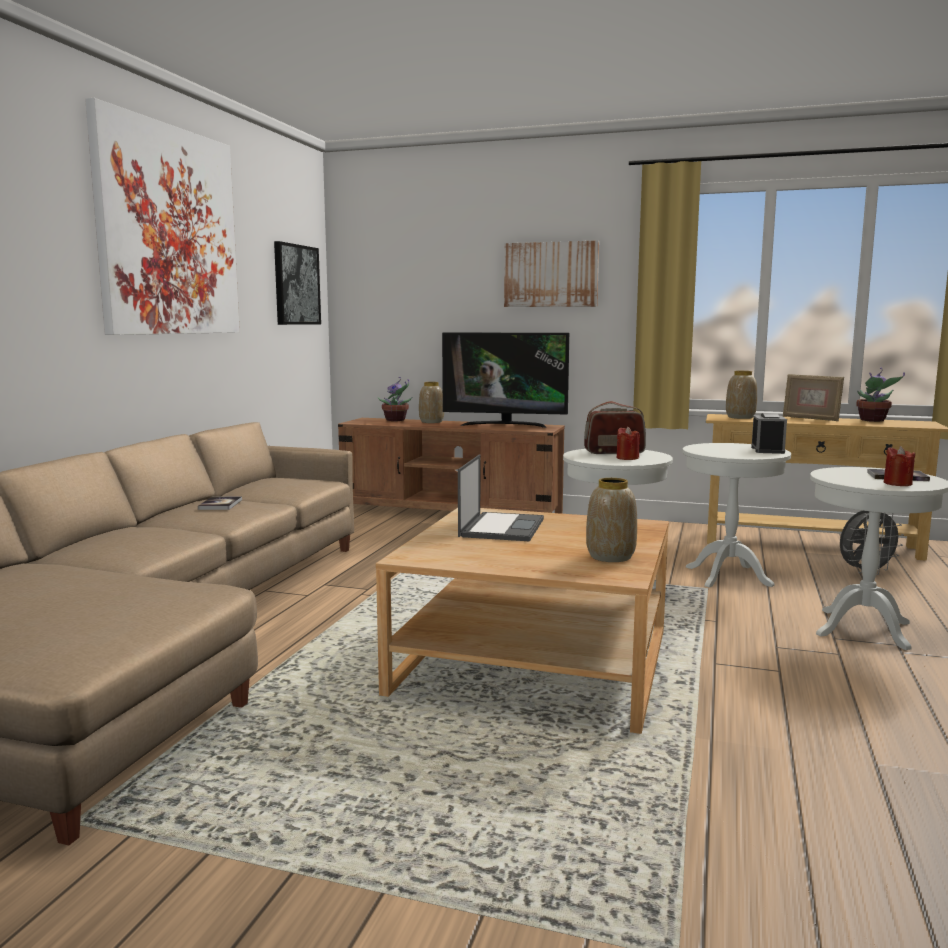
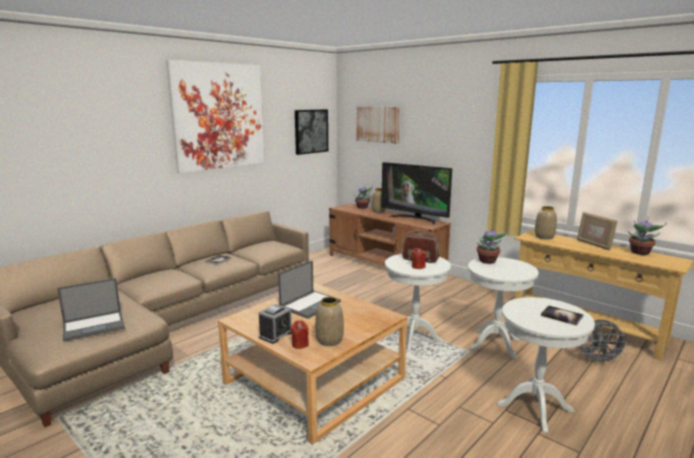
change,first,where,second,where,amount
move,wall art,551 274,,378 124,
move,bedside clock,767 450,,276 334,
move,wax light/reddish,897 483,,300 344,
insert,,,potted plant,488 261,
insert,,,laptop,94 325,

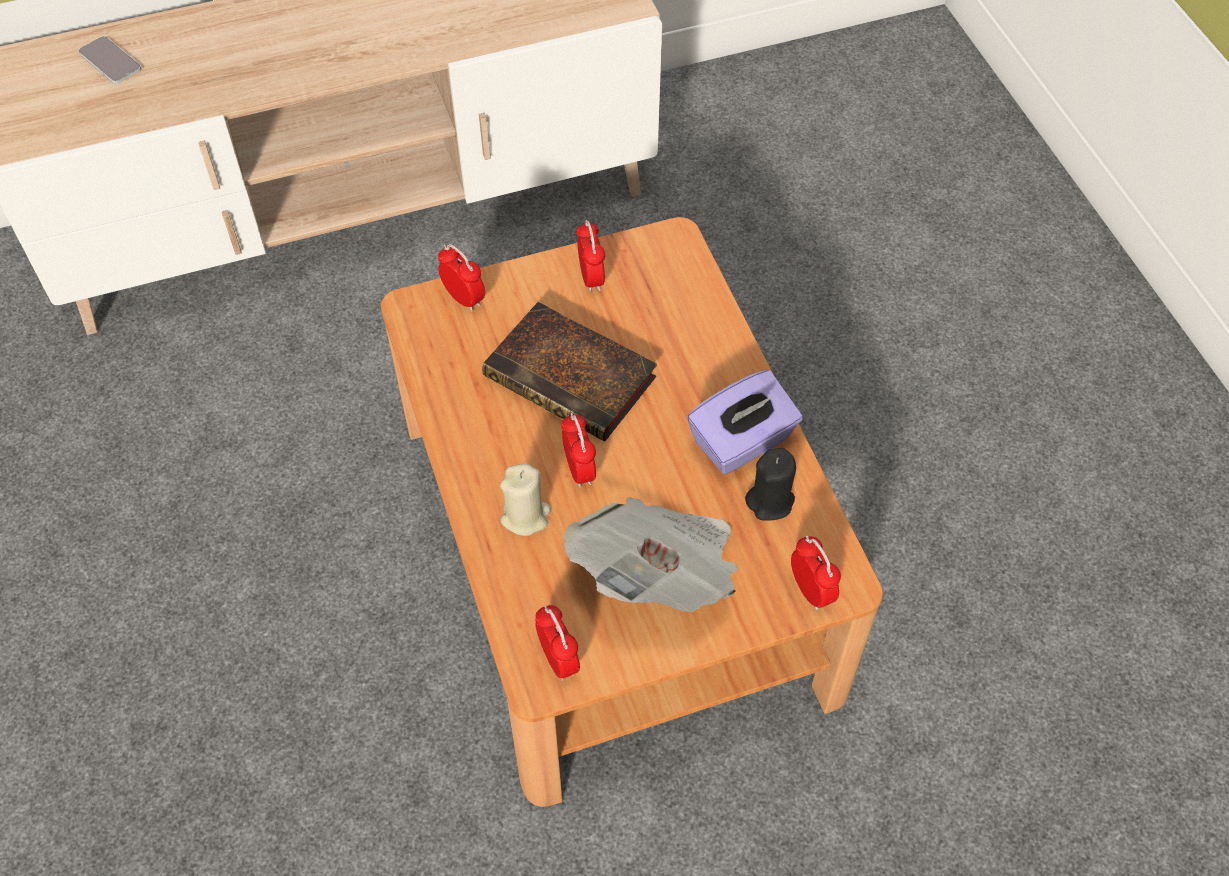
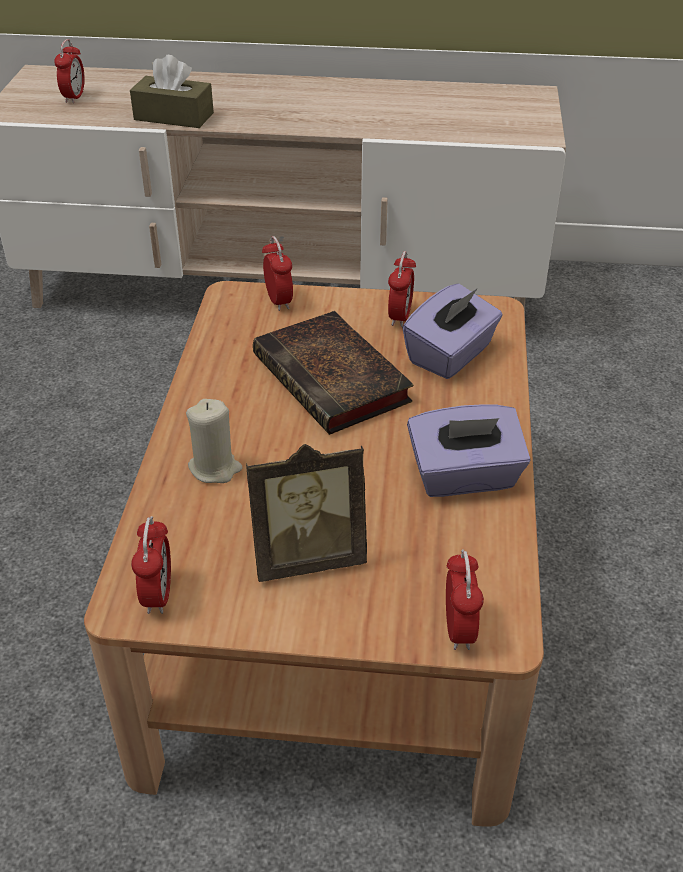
change,first,where,second,where,amount
delete,phone,110 61,,,
move,bedside clock,579 470,,74 97,
delete,wax light/black,770 501,,,
replace,daily paper,658 574,picture frame,308 557,
insert,,,tissue holder/brown-coloured,174 116,
insert,,,tissue holder/purple,451 355,

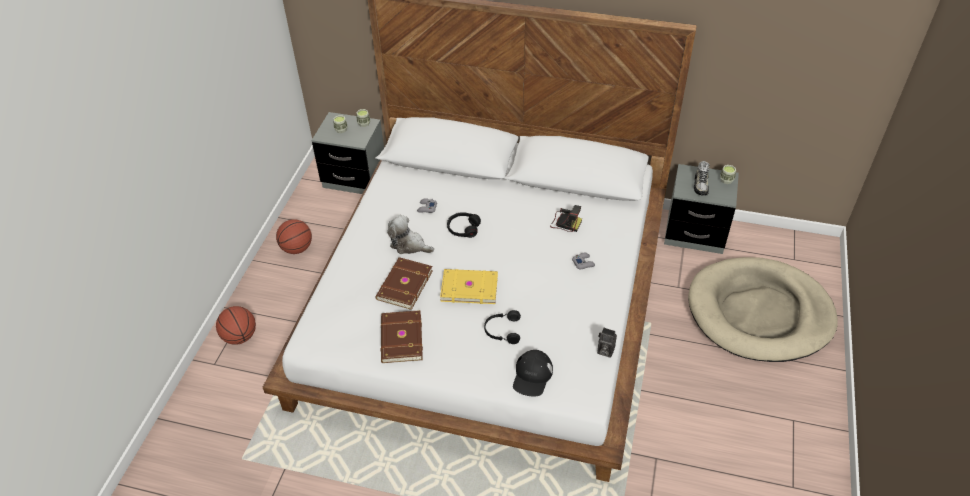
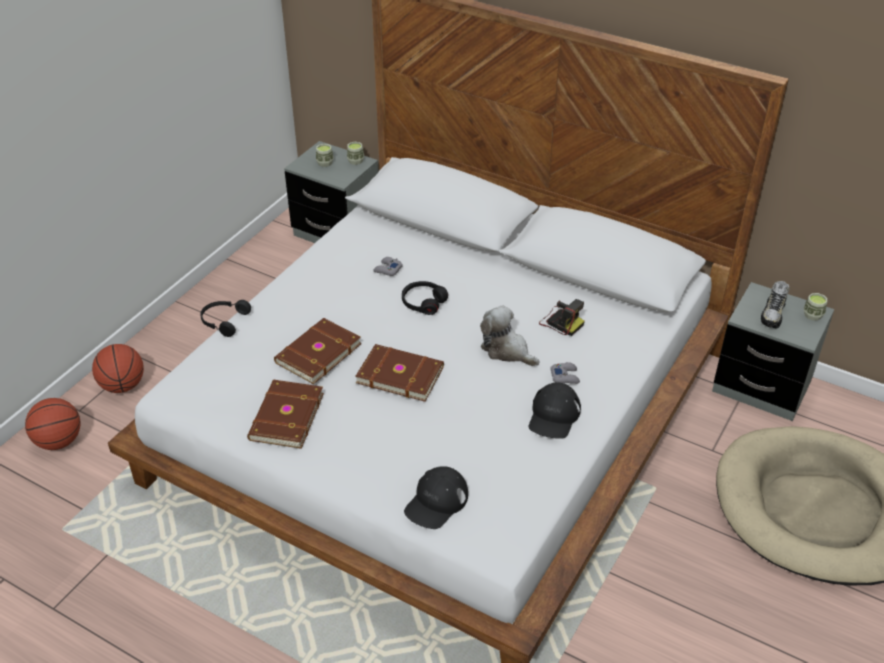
change,first,where,second,where,amount
move,plush toy,409 245,,507 350,
move,basketball ball,297 248,,59 441,
recolor,bound book/yellow-coloured,469 287,bound book/brown-coloured,400 374,
move,headphones/black,502 330,,223 321,
delete,photo camera,604 351,,,
insert,,,cap/black,554 416,

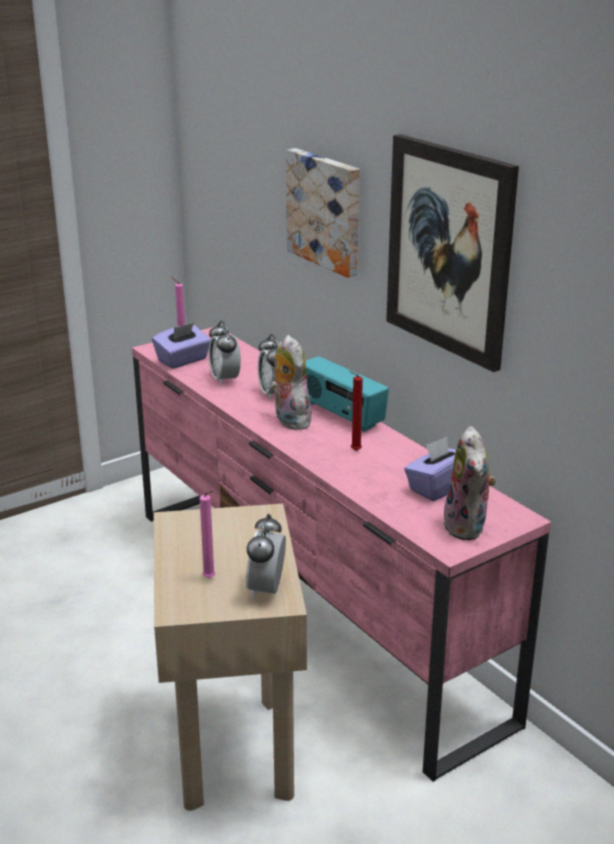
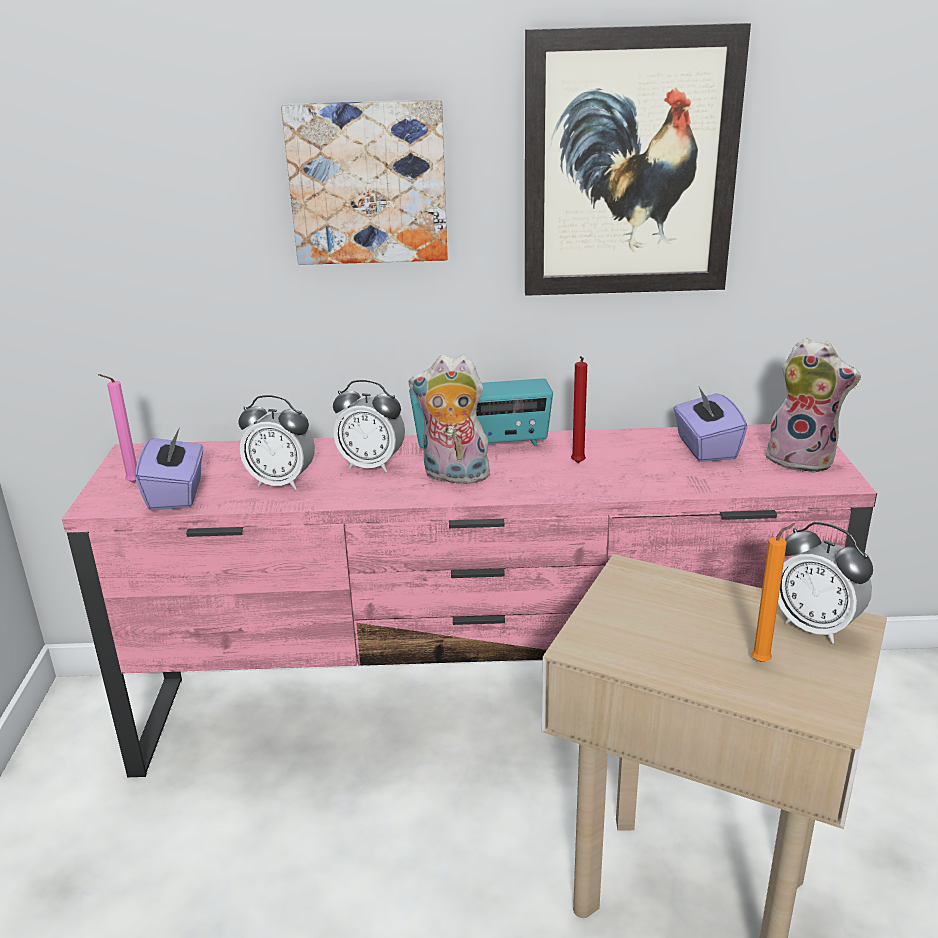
change,first,where,second,where,amount
recolor,wax light/pink,210 579,wax light/orange-coloured,763 661,

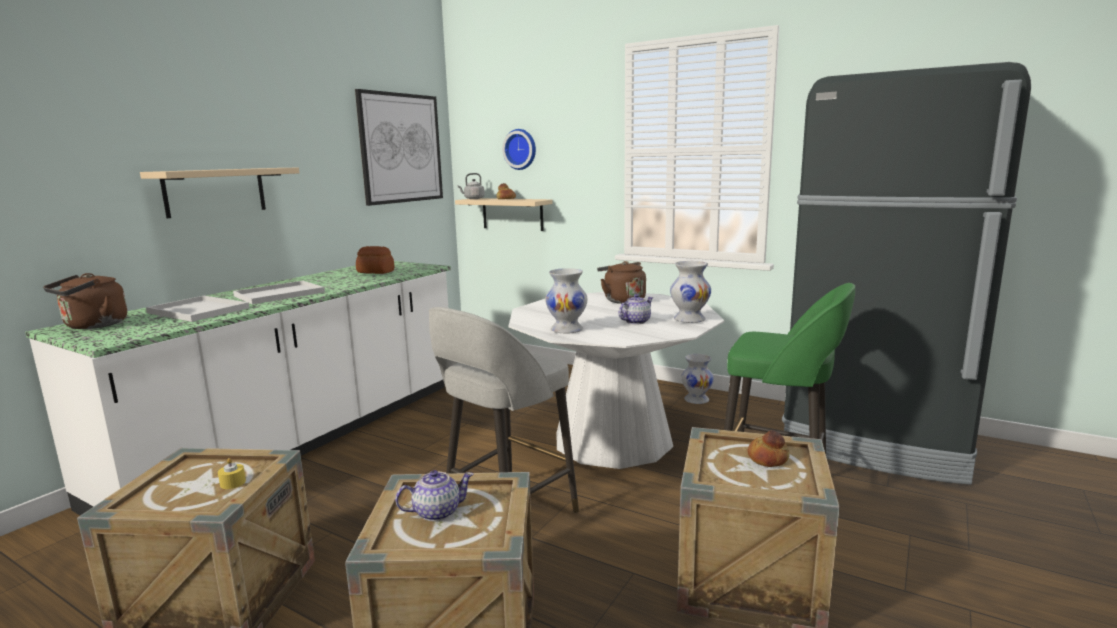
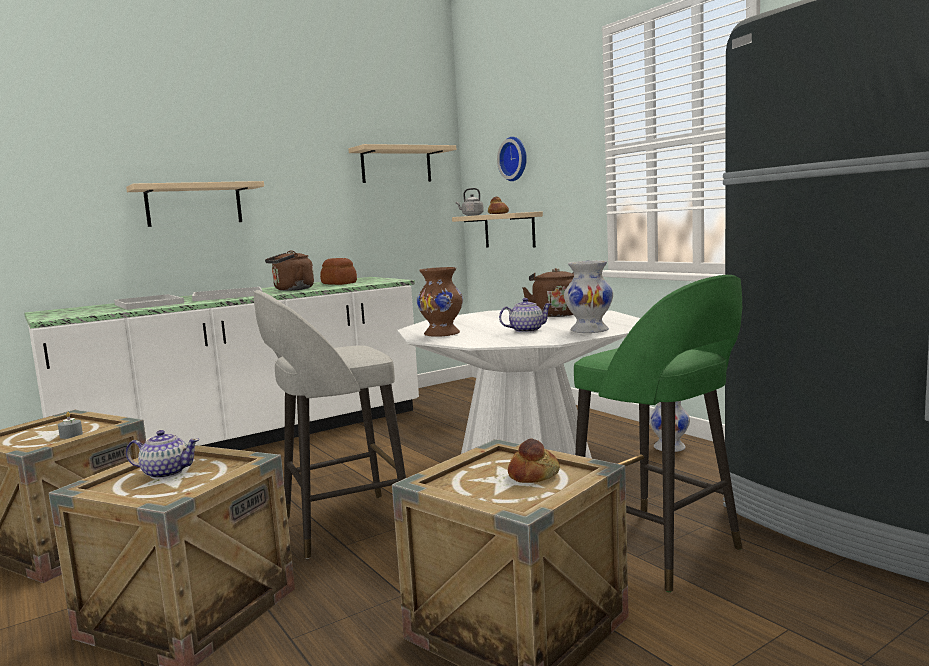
change,first,where,second,where,amount
replace,wall art,401 148,wall shelf/beige-coloured,396 165,
recolor,decorative vase/white-coloured,566 330,decorative vase/brown-coloured,441 334,
move,kettle/brown-coloured,93 326,,291 290,
recolor,wax light/yellow-coloured,233 483,wax light/greyish,71 435,

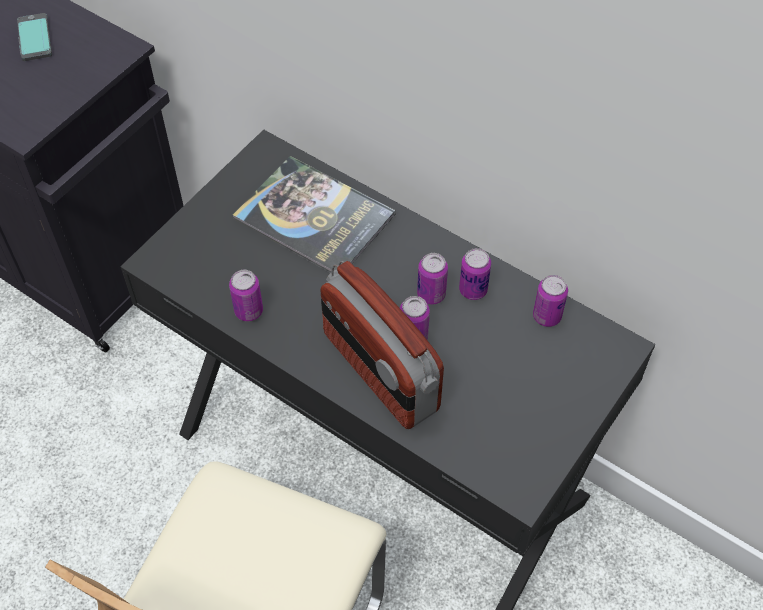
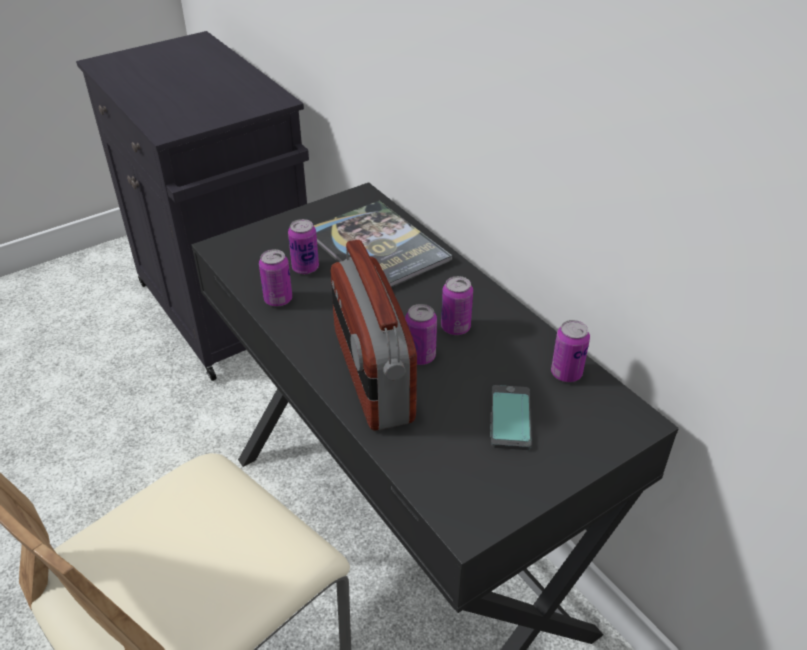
change,first,where,second,where,amount
move,phone,34 38,,510 418,
move,sealed can,473 290,,305 268,

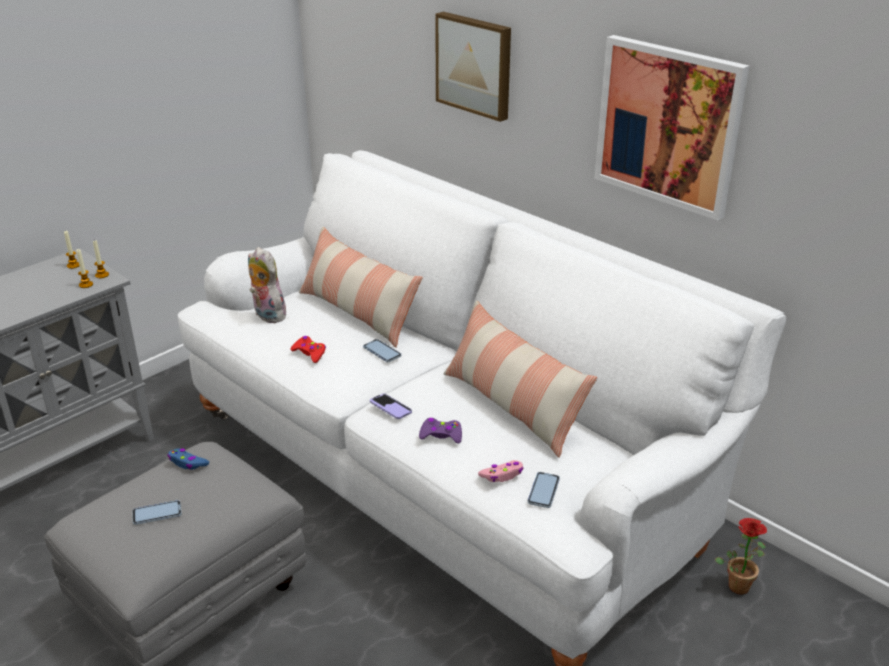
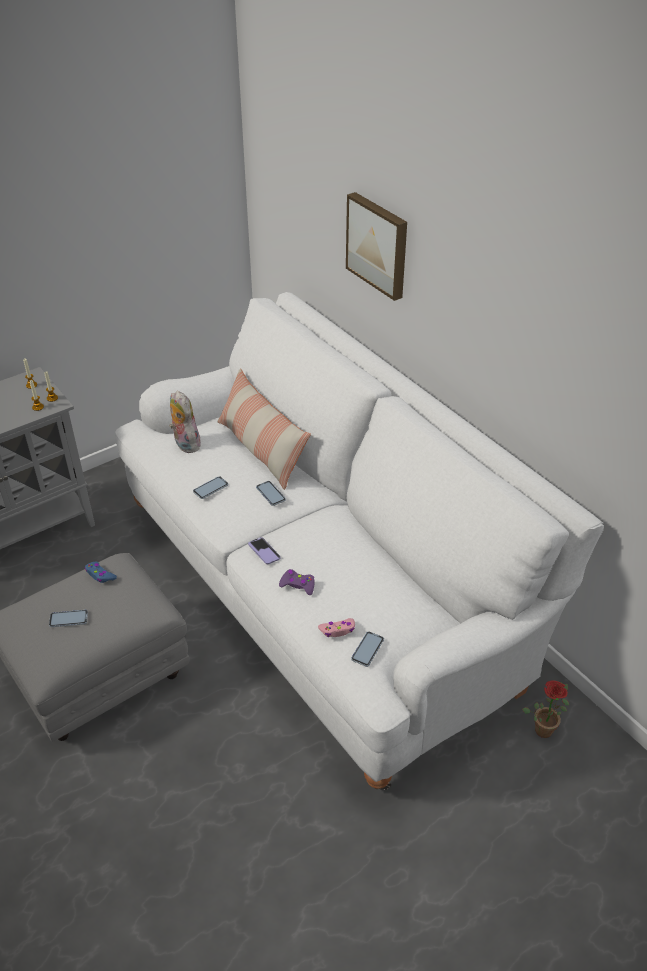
change,first,where,second,where,amount
delete,wall art,668 125,,,
delete,throw pillow,512 406,,,
replace,game controller/reddish,309 353,phone,210 488,

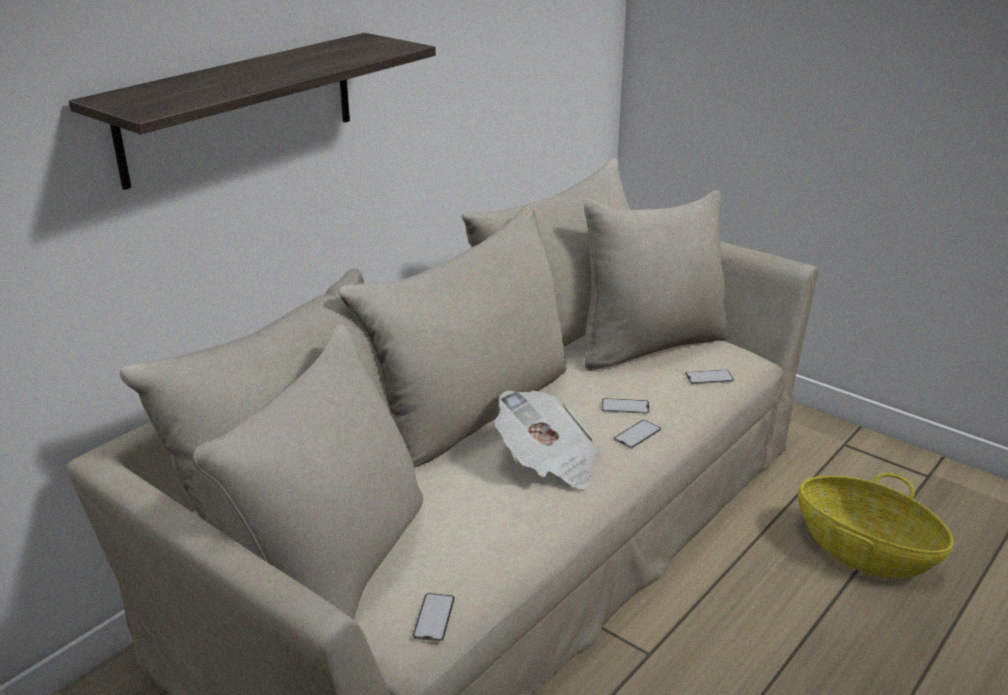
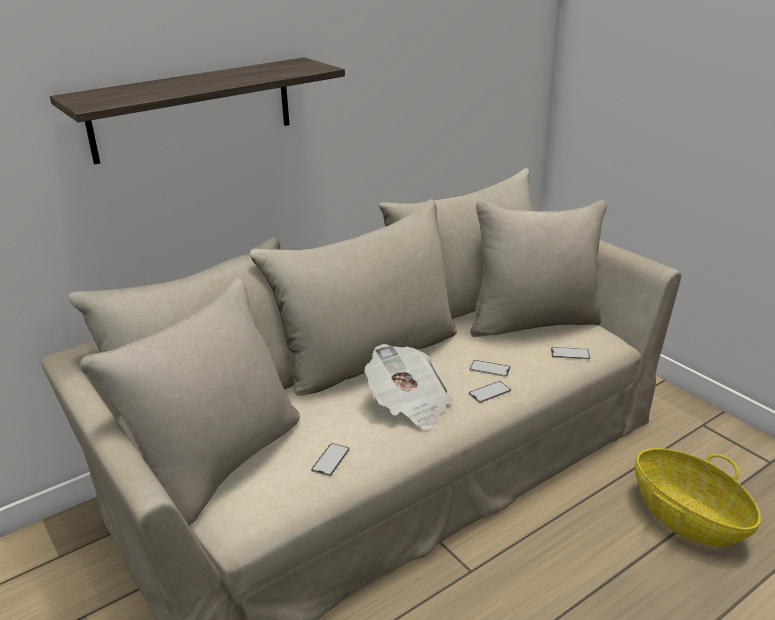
change,first,where,second,where,amount
move,phone,434 617,,330 459,

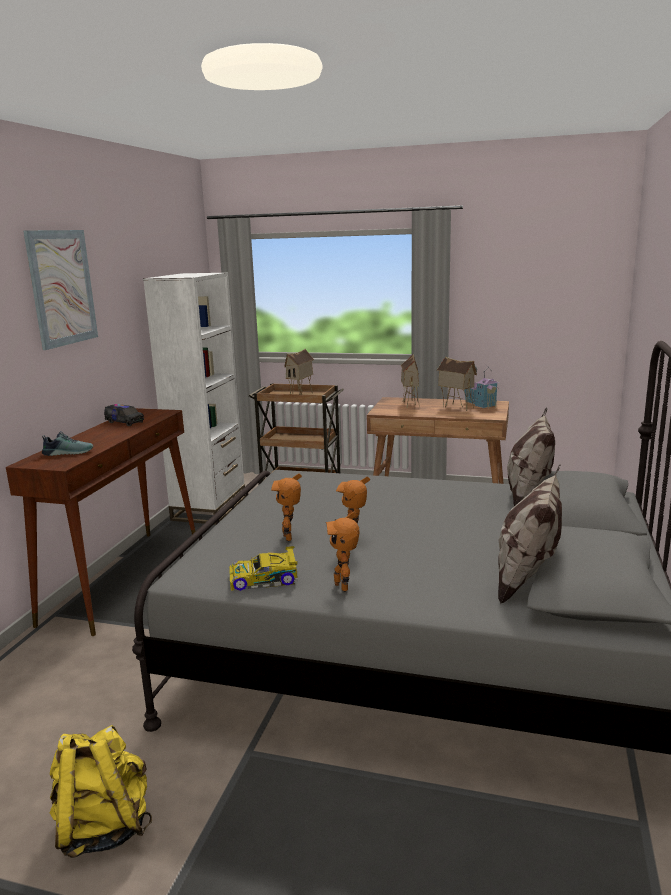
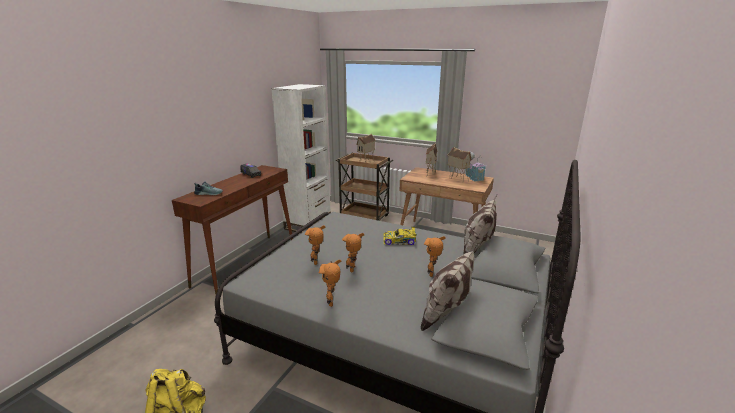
change,first,where,second,where,amount
delete,wall art,62 288,,,
move,miniature car,265 579,,400 241,
insert,,,model robot,432 274,

